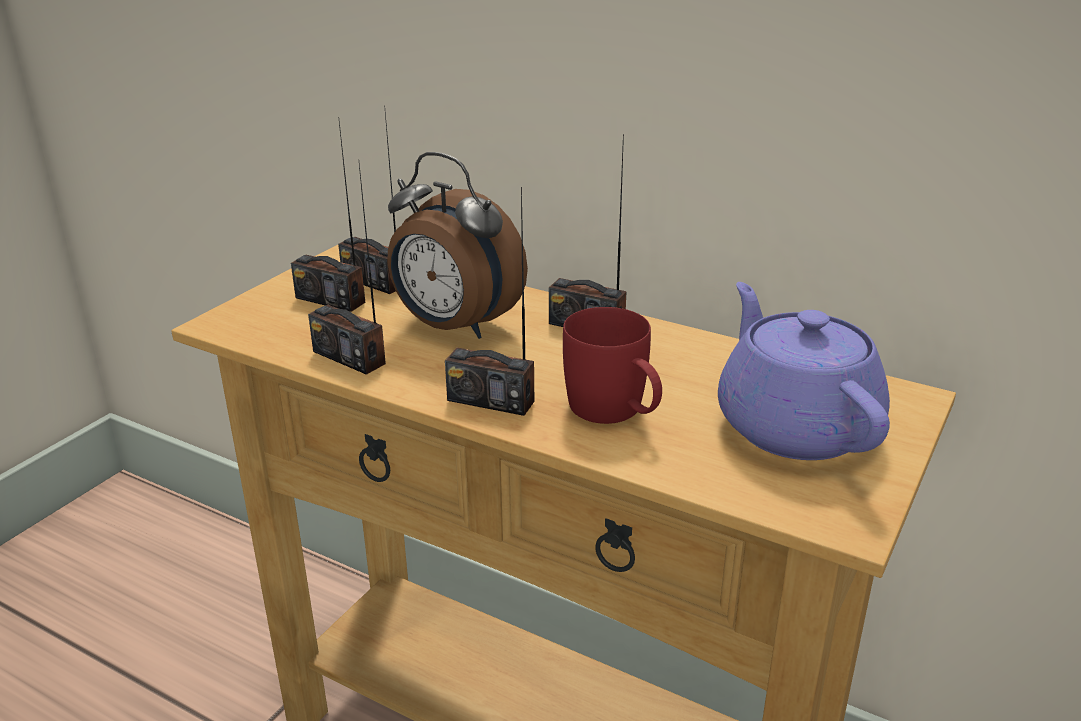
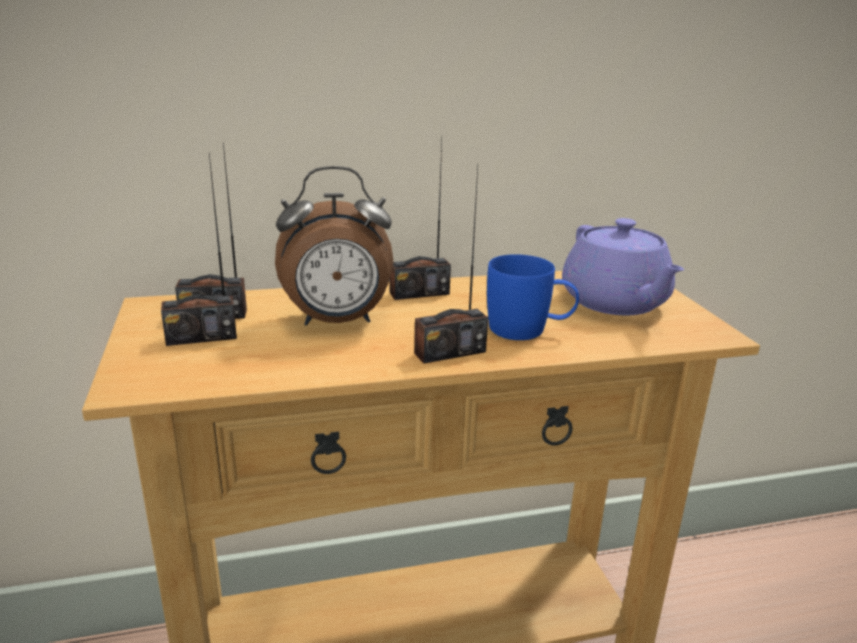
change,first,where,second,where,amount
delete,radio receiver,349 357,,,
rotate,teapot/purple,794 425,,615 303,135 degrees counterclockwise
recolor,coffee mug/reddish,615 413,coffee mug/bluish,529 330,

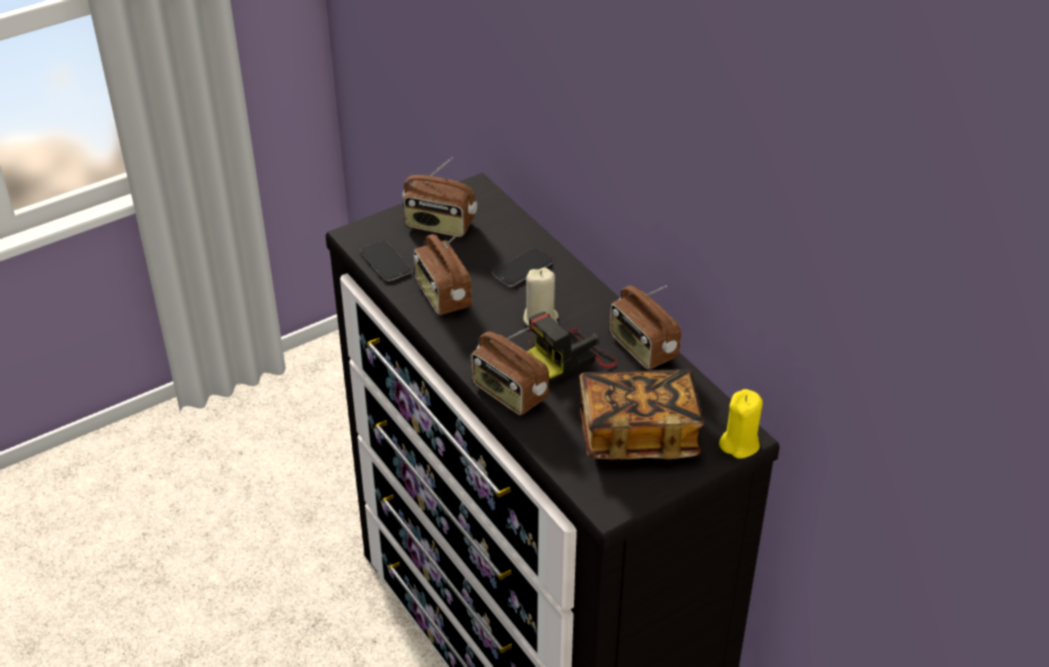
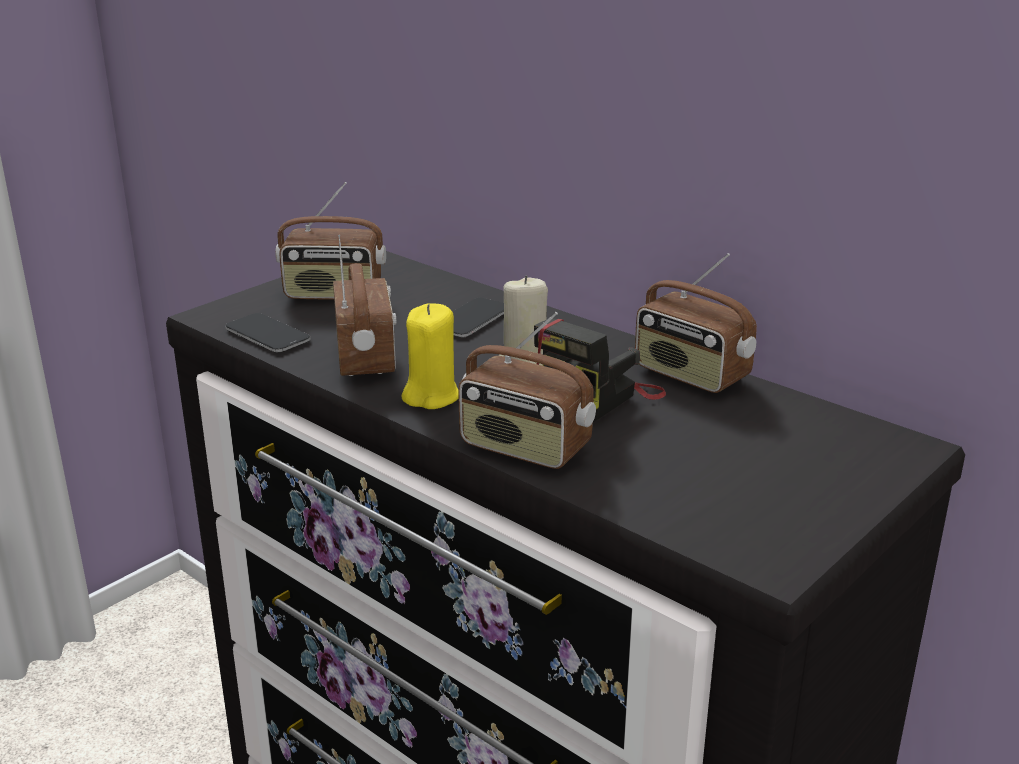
change,first,where,second,where,amount
rotate,radio receiver,442 296,,367 358,150 degrees counterclockwise
delete,bound book,638 433,,,
move,wax light/yellow-coloured,739 444,,431 396,

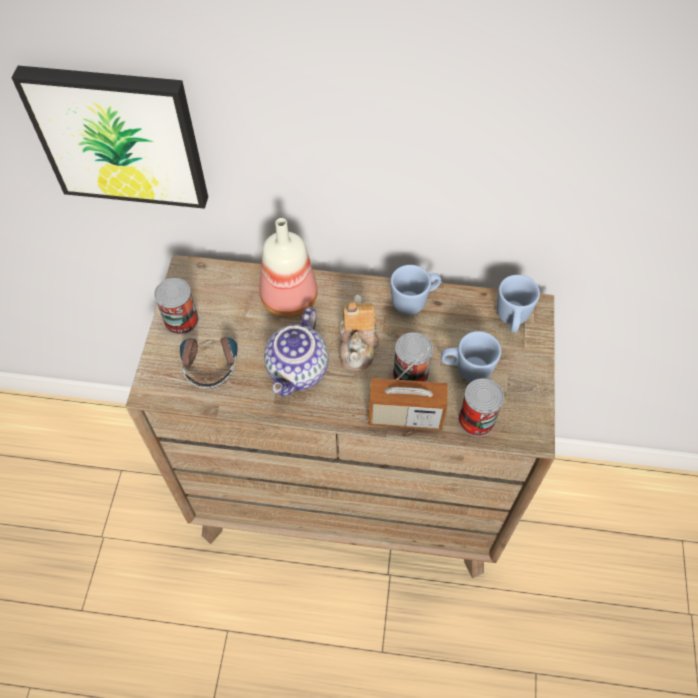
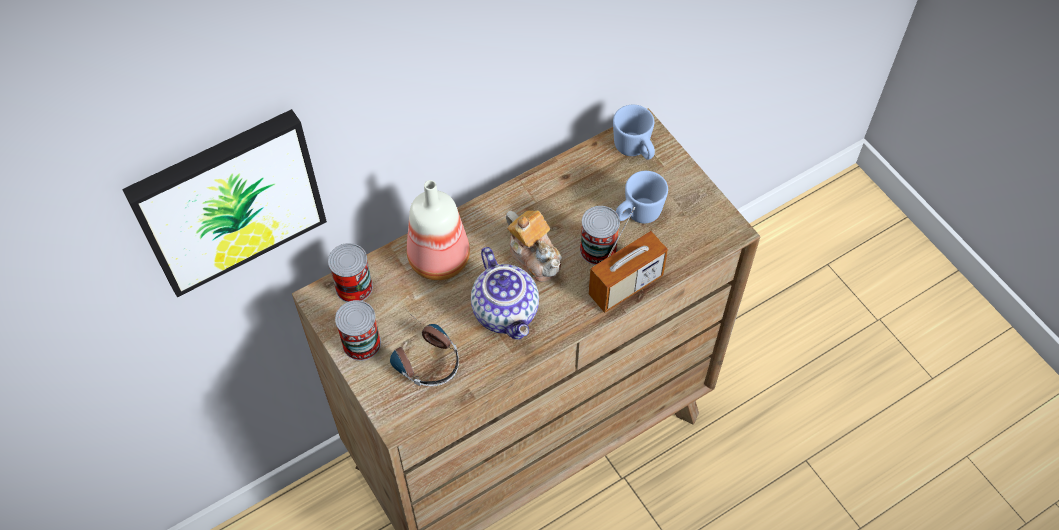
change,first,where,second,where,amount
delete,coffee mug/bluish,414 301,,,
move,sealed can,476 419,,354 286,

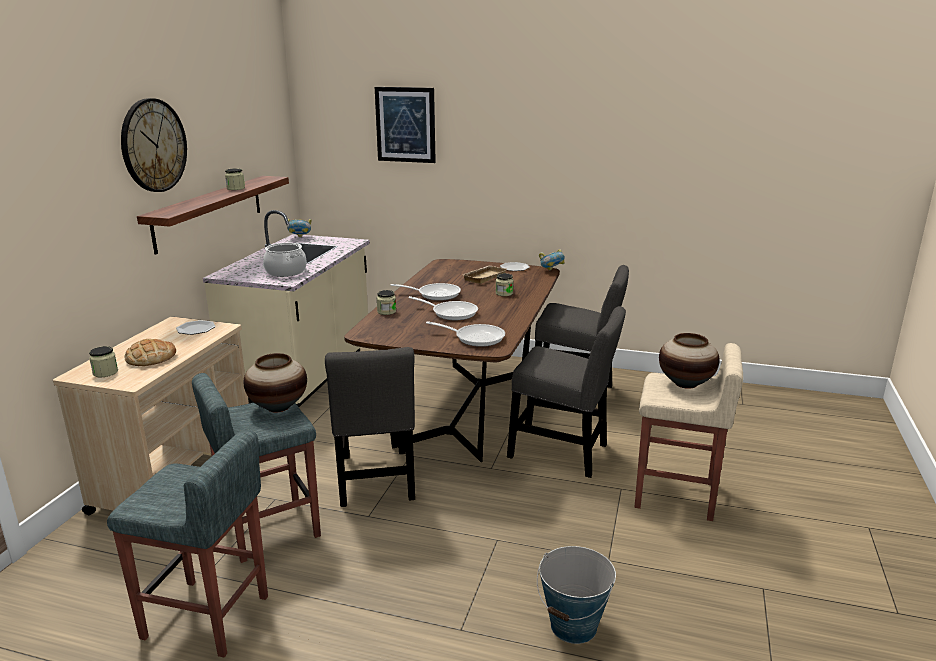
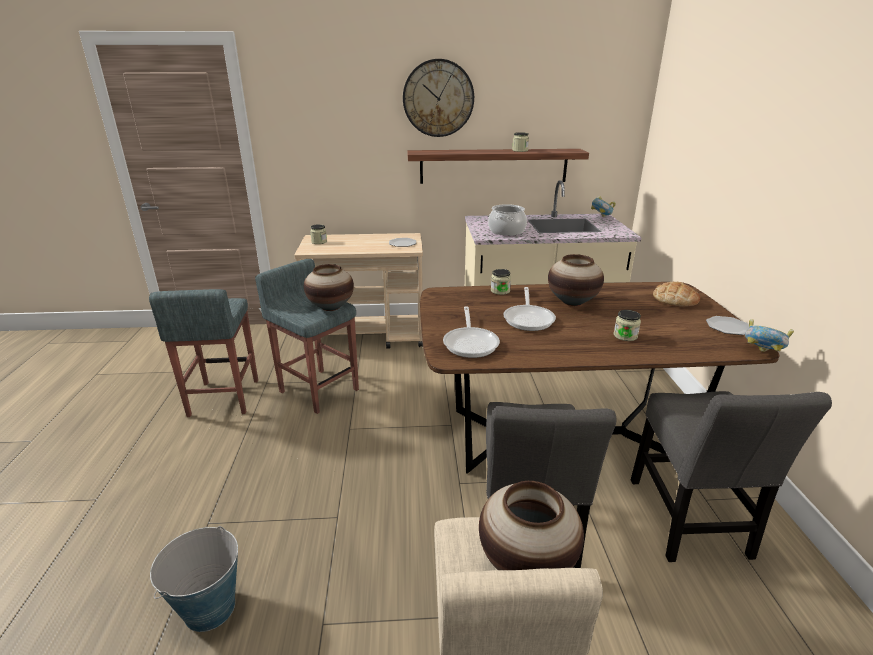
change,first,where,second,where,amount
delete,wall art,405 124,,,
delete,serving tray/beige-coloured,484 277,,,
replace,frying pan,435 294,decorative vase,572 302,
move,bread,150 358,,675 299,
delete,upright chair/greyish,376 481,,,

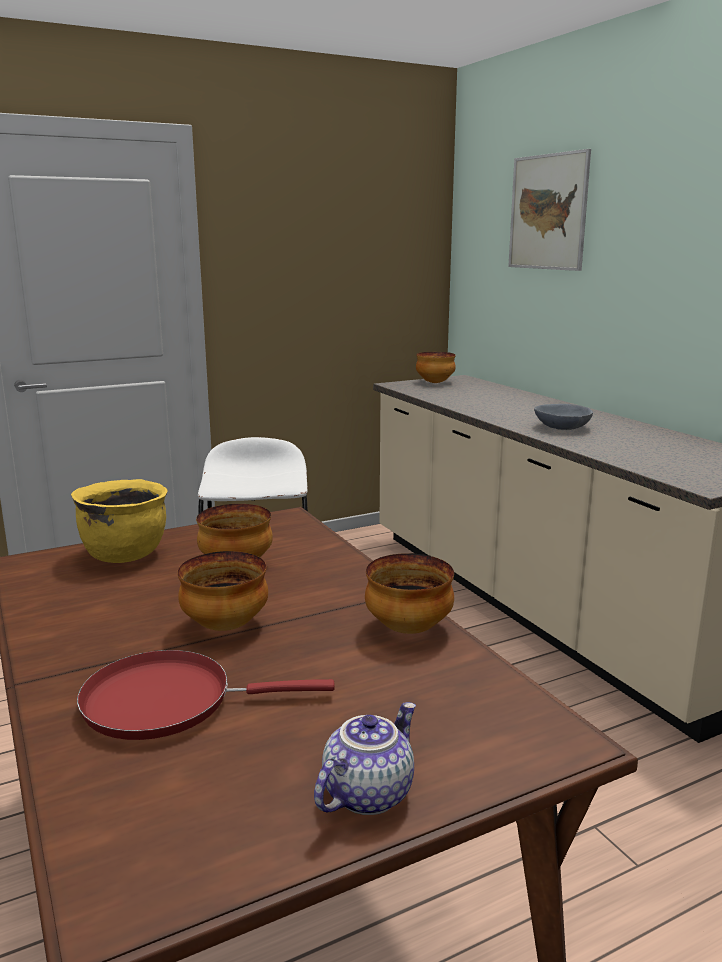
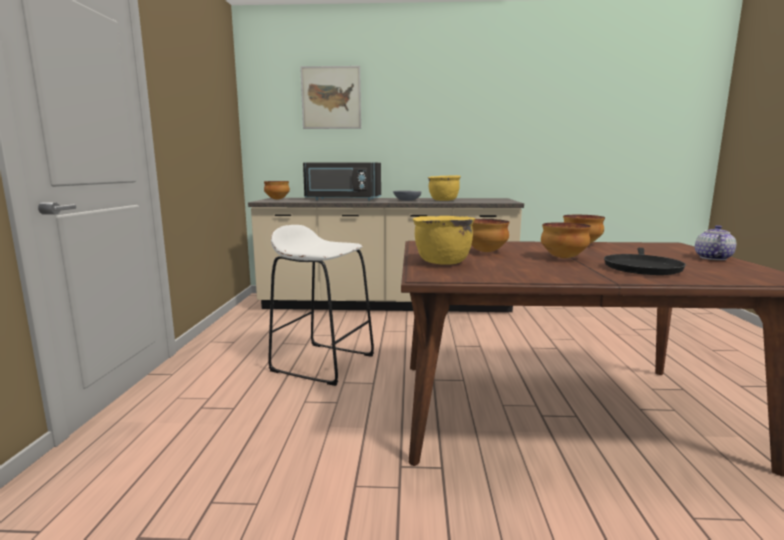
change,first,where,second,where,amount
recolor,frying pan/reddish,168 701,frying pan/black,641 268,
rotate,teapot,366 793,,711 258,45 degrees clockwise
insert,,,microwave oven/black,342 199,
insert,,,saucepot/yellow-coloured,443 200,

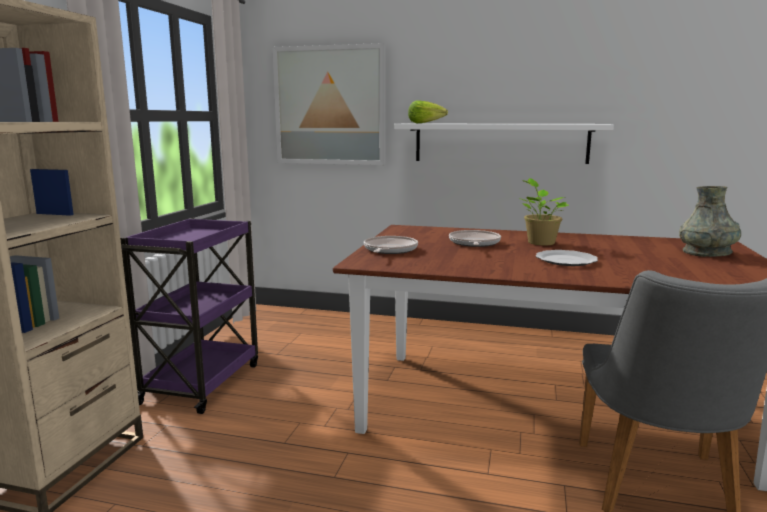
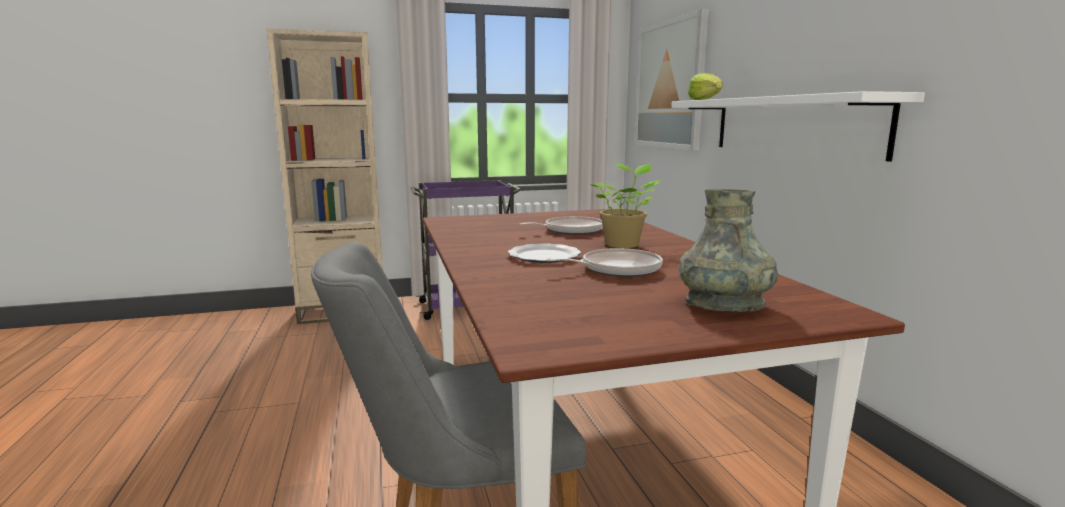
change,first,where,second,where,amount
move,frying pan,389 250,,616 269,

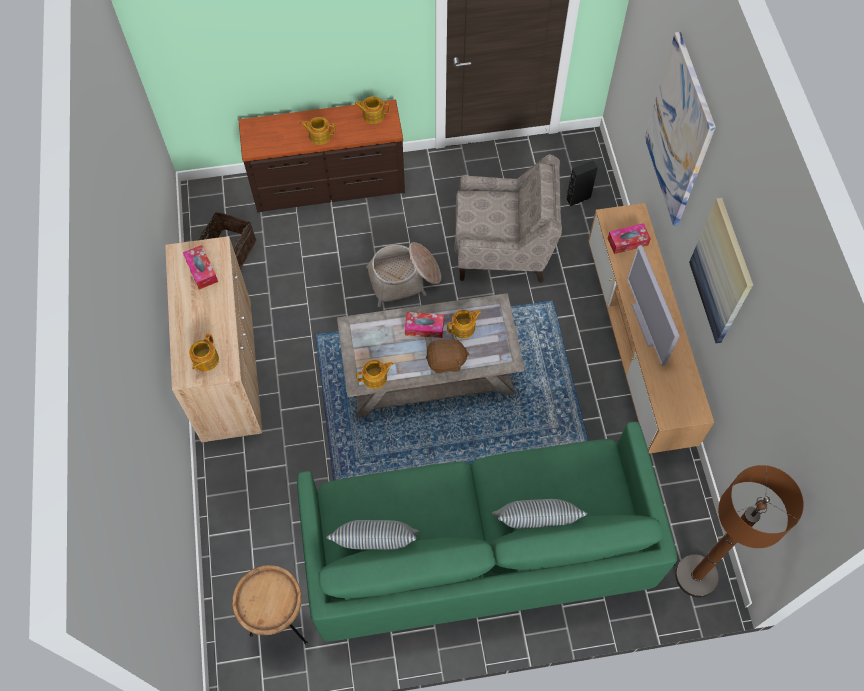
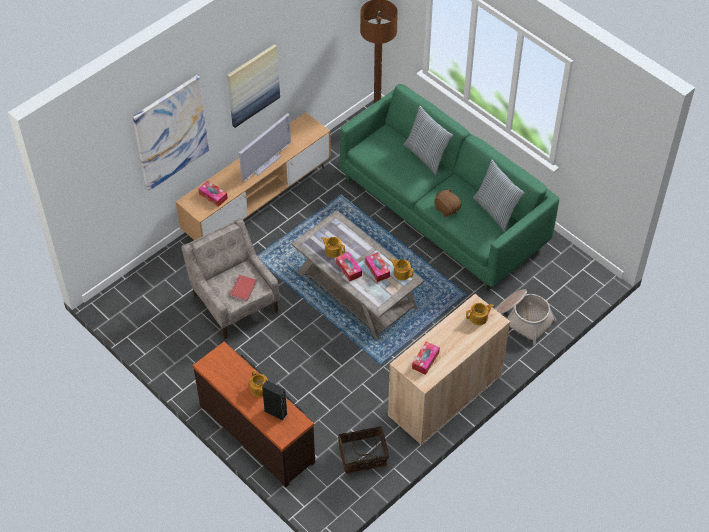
change,first,where,second,where,amount
delete,teapot,373 115,,,
move,loudspeaker/black,578 198,,275 412,
move,storage basket,404 279,,523 319,
move,plush toy/brown-coloured,446 361,,447 208,
delete,accent table/brown-coloured,281 622,,,
insert,,,tissue holder,377 269,
insert,,,bound book/reddish,242 288,

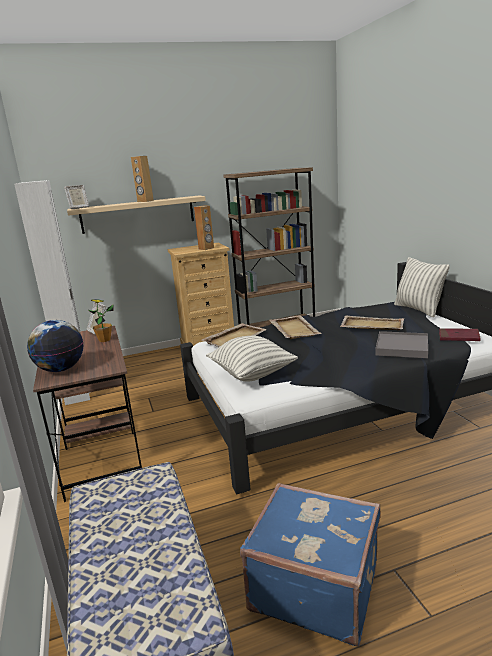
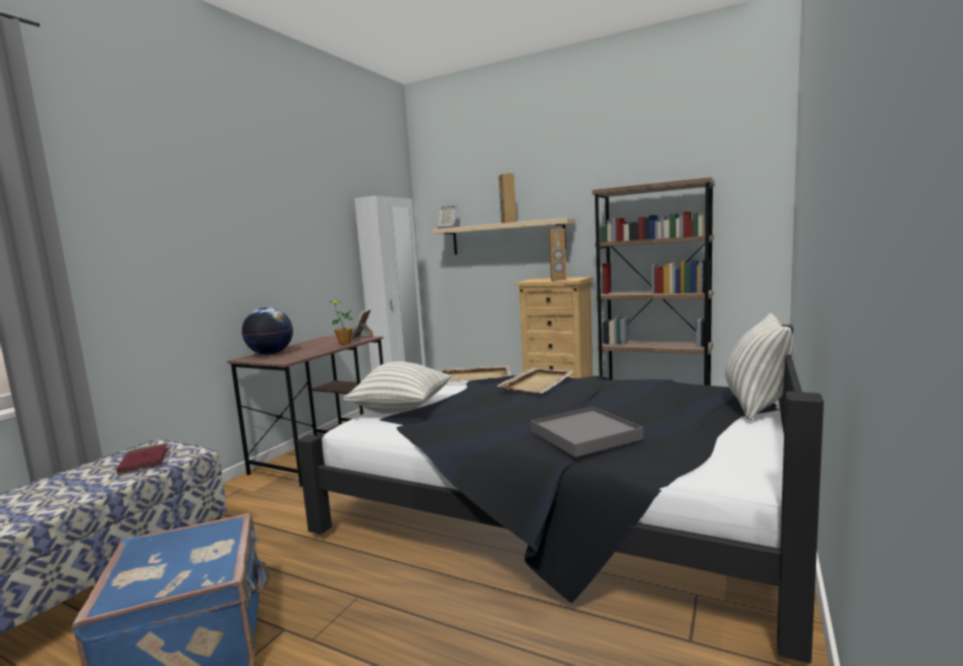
change,first,where,second,where,amount
delete,serving tray/beige-coloured,371 325,,,
move,bound book/reddish,458 337,,144 461,

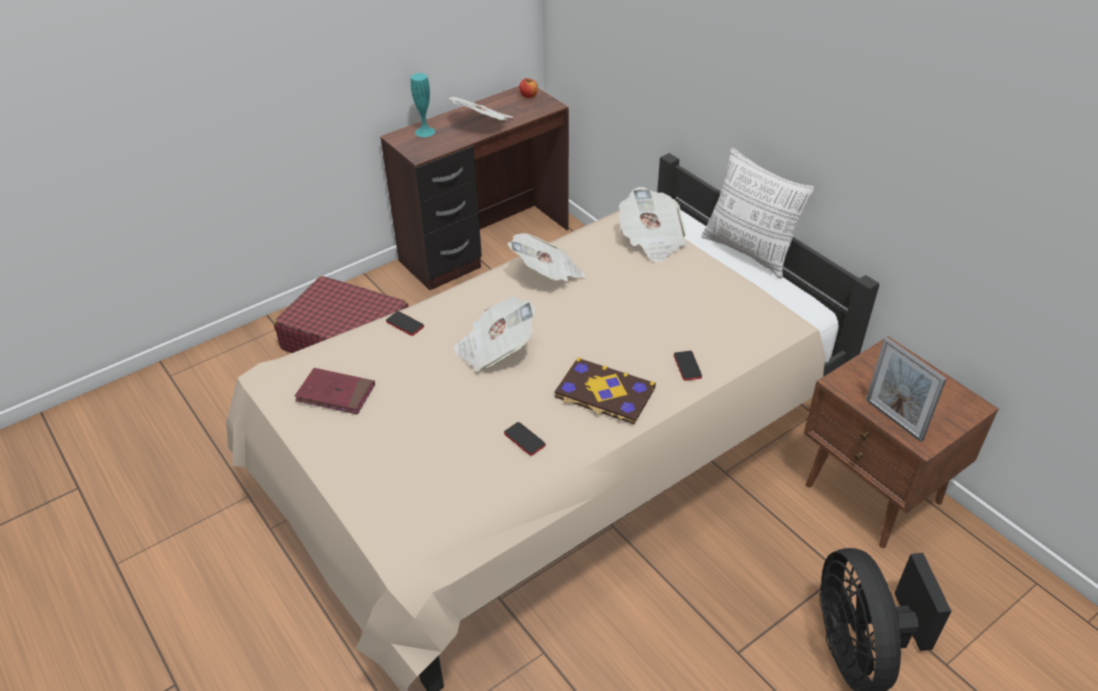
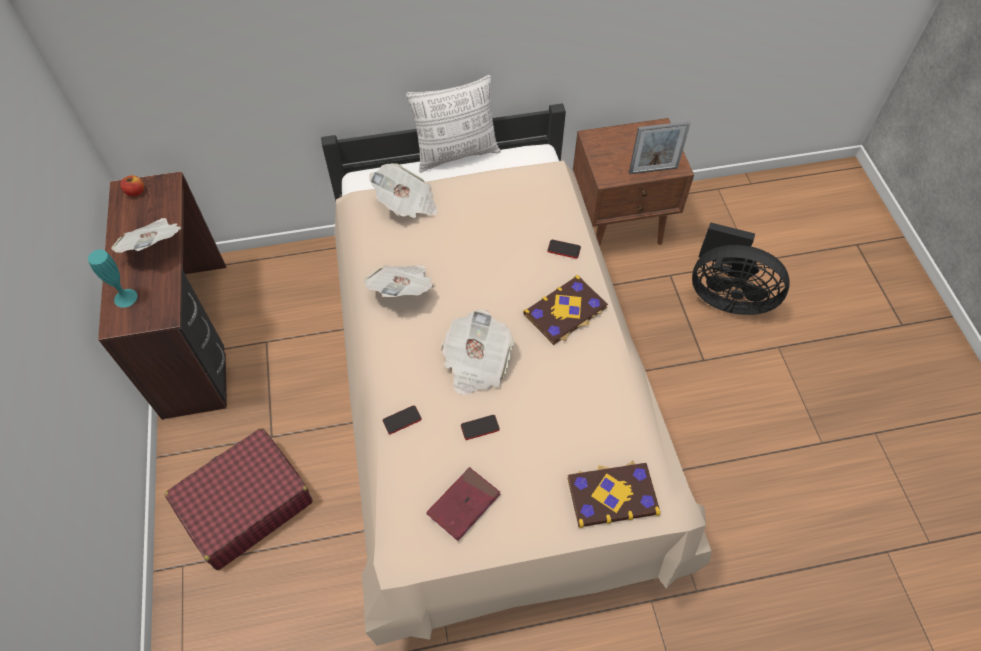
change,first,where,second,where,amount
move,phone,524 439,,480 427,
insert,,,bound book,612 494,

